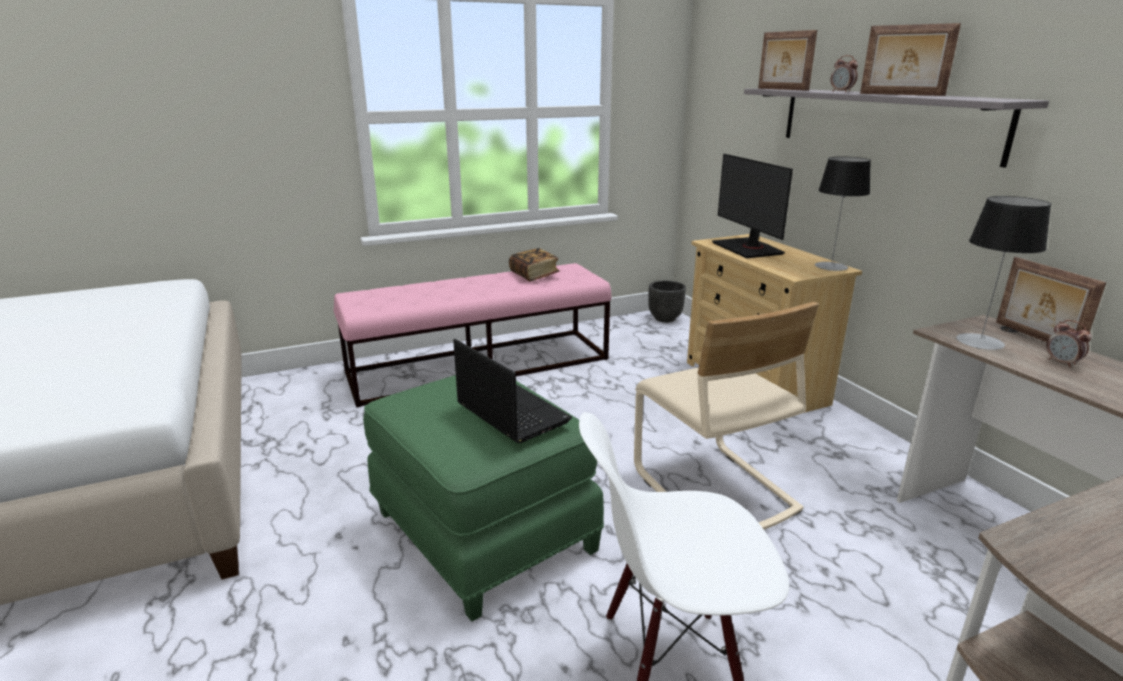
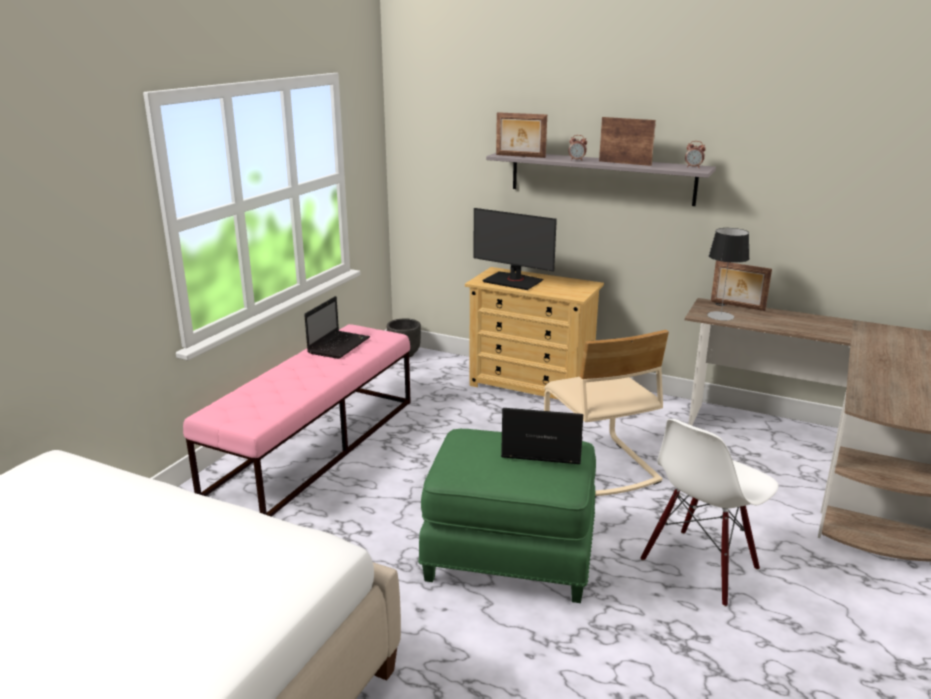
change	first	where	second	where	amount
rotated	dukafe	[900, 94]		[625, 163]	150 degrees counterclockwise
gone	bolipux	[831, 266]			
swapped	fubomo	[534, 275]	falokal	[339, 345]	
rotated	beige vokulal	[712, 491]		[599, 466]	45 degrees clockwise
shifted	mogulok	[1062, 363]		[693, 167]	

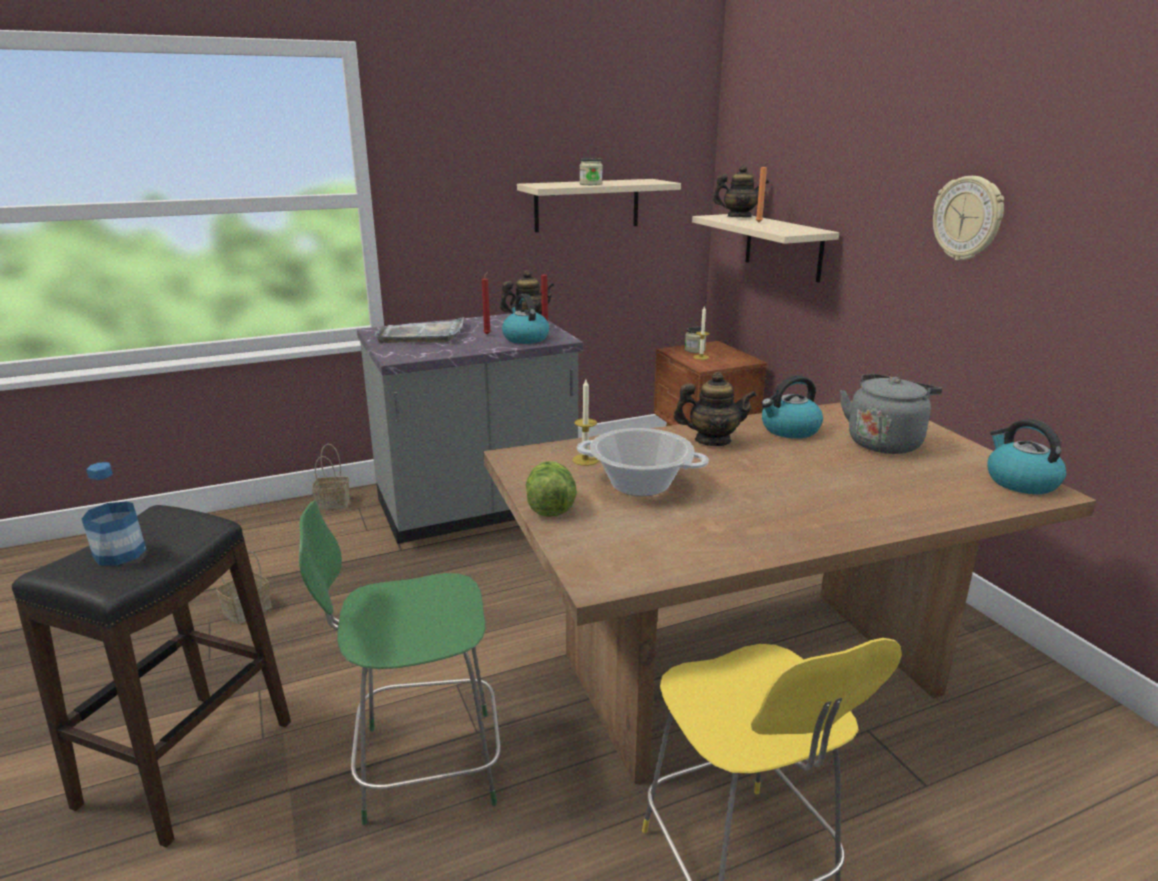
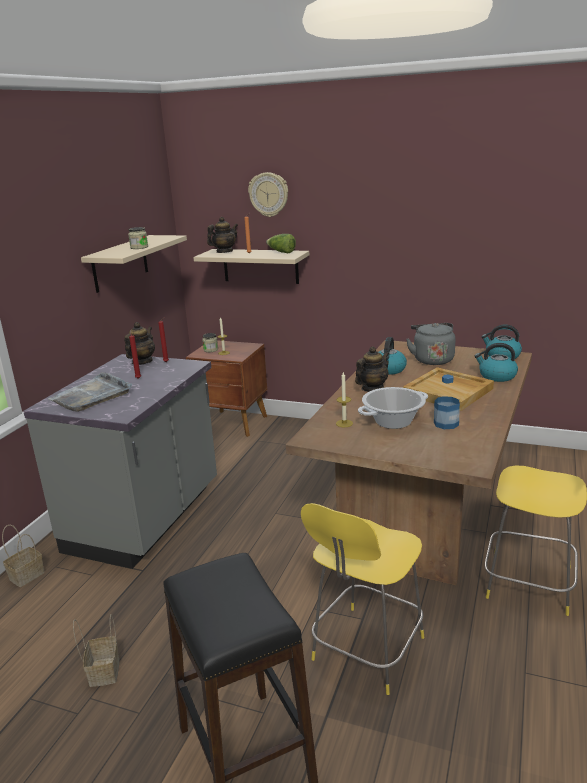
change	first	where	second	where	amount
shifted	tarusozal	[968, 218]		[269, 194]	
shifted	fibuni	[525, 338]		[496, 376]	
shifted	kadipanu	[549, 505]		[281, 252]	
shifted	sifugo	[120, 553]		[446, 424]	
repainted	green vokulal	[422, 765]	yellow vokulal	[366, 651]	
new			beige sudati	[449, 391]	

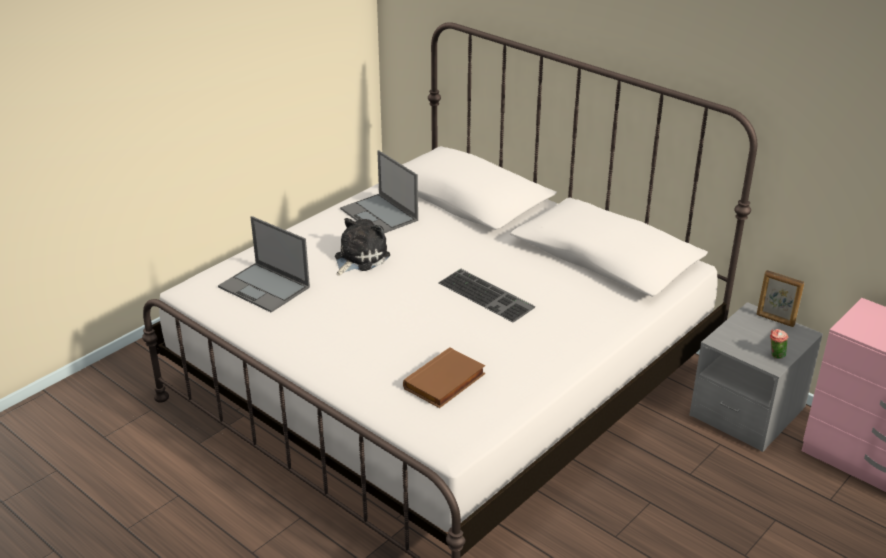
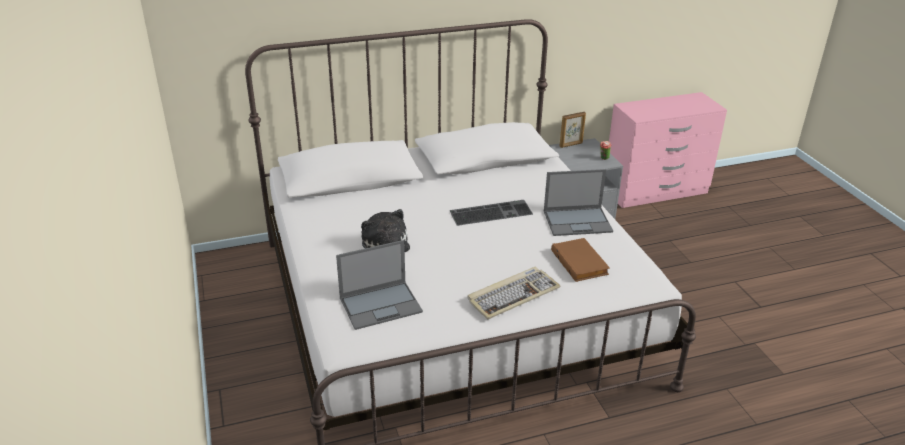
change	first	where	second	where	amount
shifted	falokal	[380, 215]		[578, 221]	
new			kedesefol	[513, 295]	

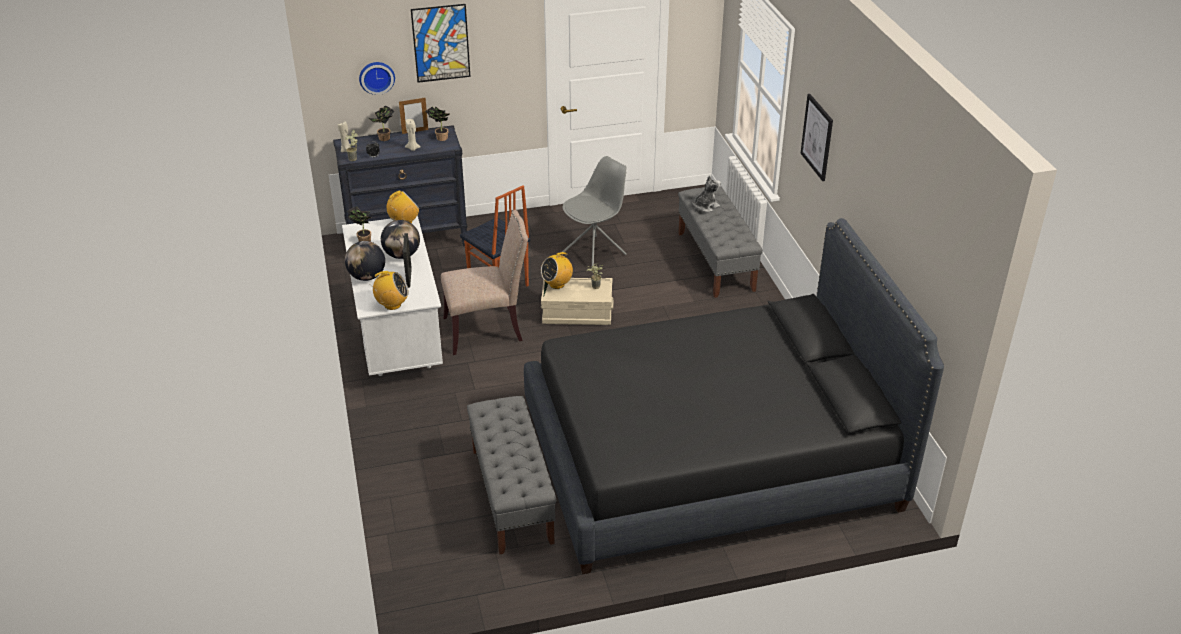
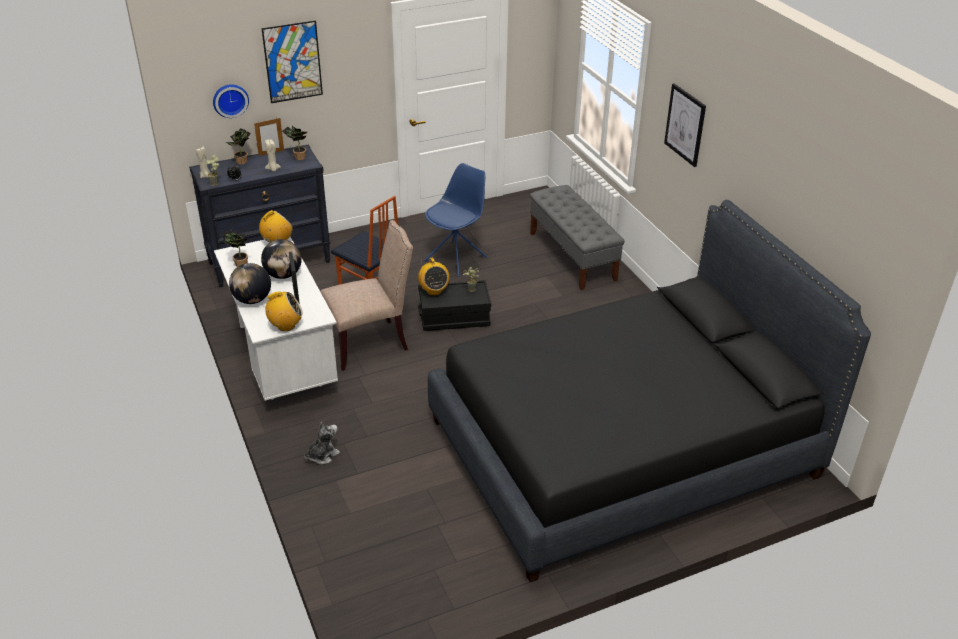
change	first	where	second	where	amount
repainted	grey vokulal	[595, 253]	blue vokulal	[456, 259]	
shifted	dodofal	[705, 206]		[323, 455]	
rotated	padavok	[557, 284]		[434, 291]	60 degrees counterclockwise
repainted	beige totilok	[577, 313]	black totilok	[454, 317]	
gone	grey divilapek	[512, 496]			

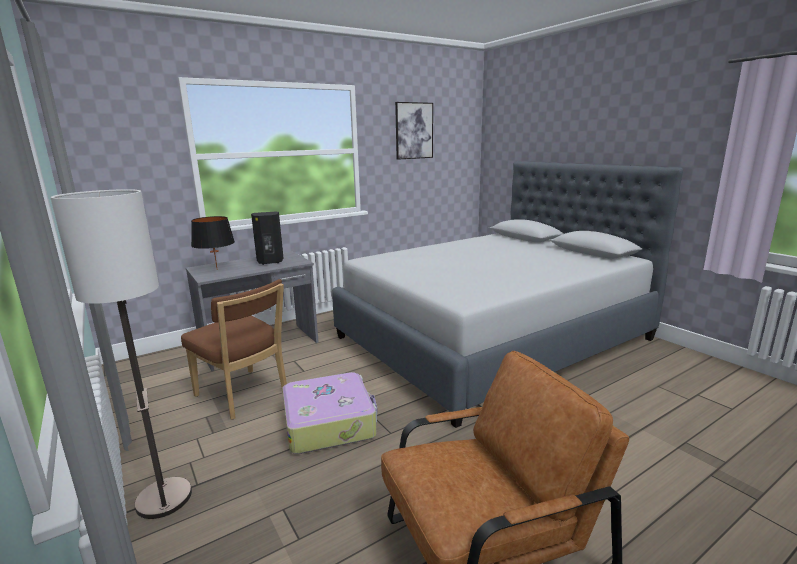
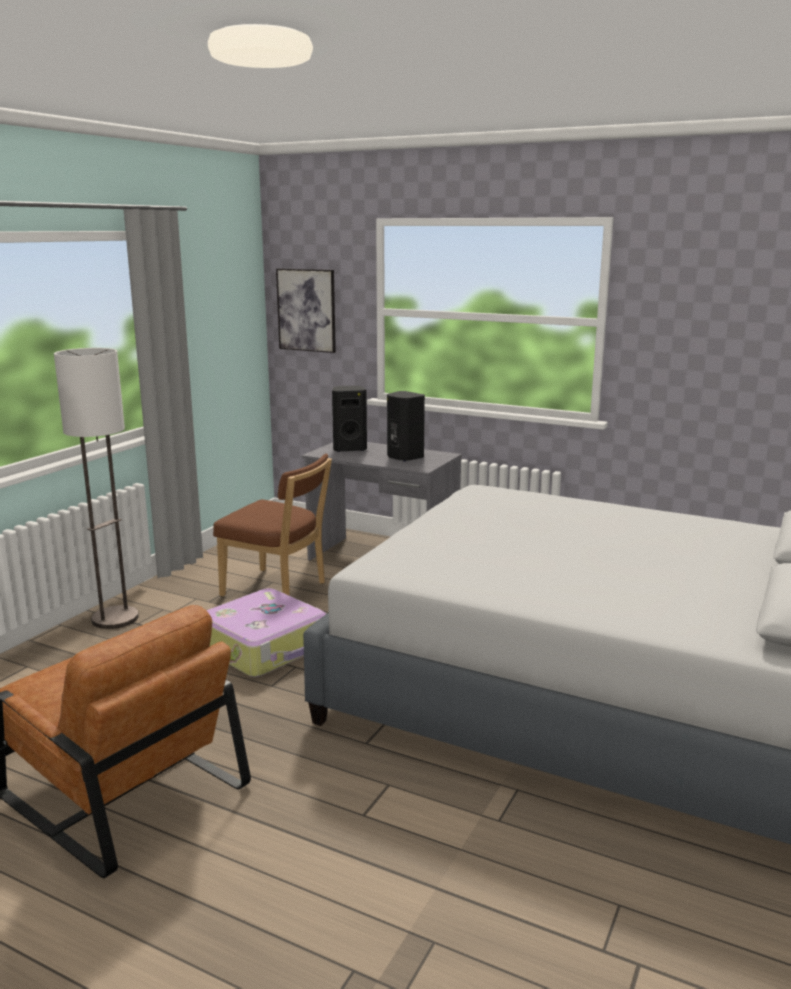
change	first	where	second	where	amount
shifted	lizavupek	[414, 131]		[306, 310]	
swapped	black bolipux	[217, 269]	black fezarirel	[349, 449]	
rotated	brown vokulal	[244, 395]		[278, 590]	75 degrees counterclockwise

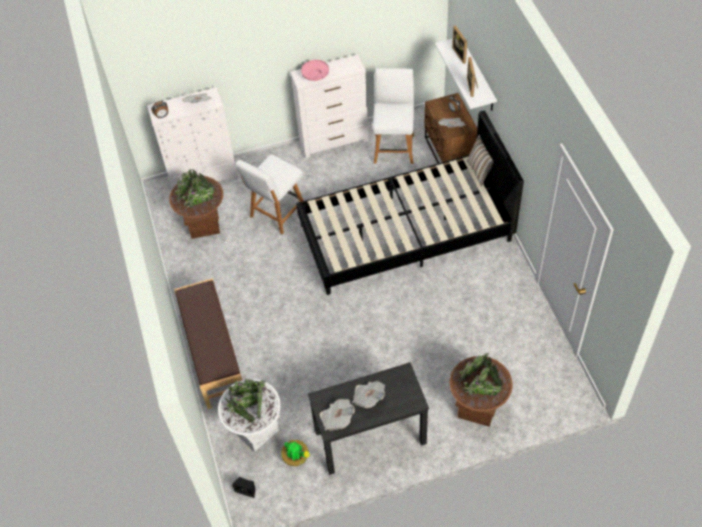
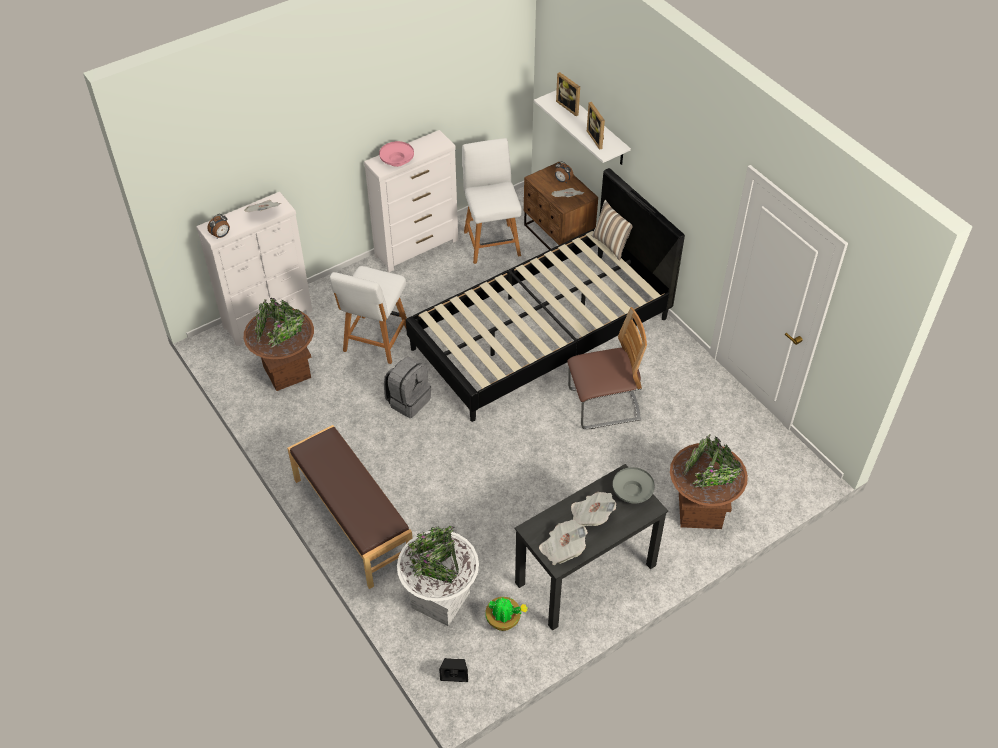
change	first	where	second	where	amount
new			vokulal	[603, 405]	
new			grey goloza	[408, 400]	
new			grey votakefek	[632, 491]	

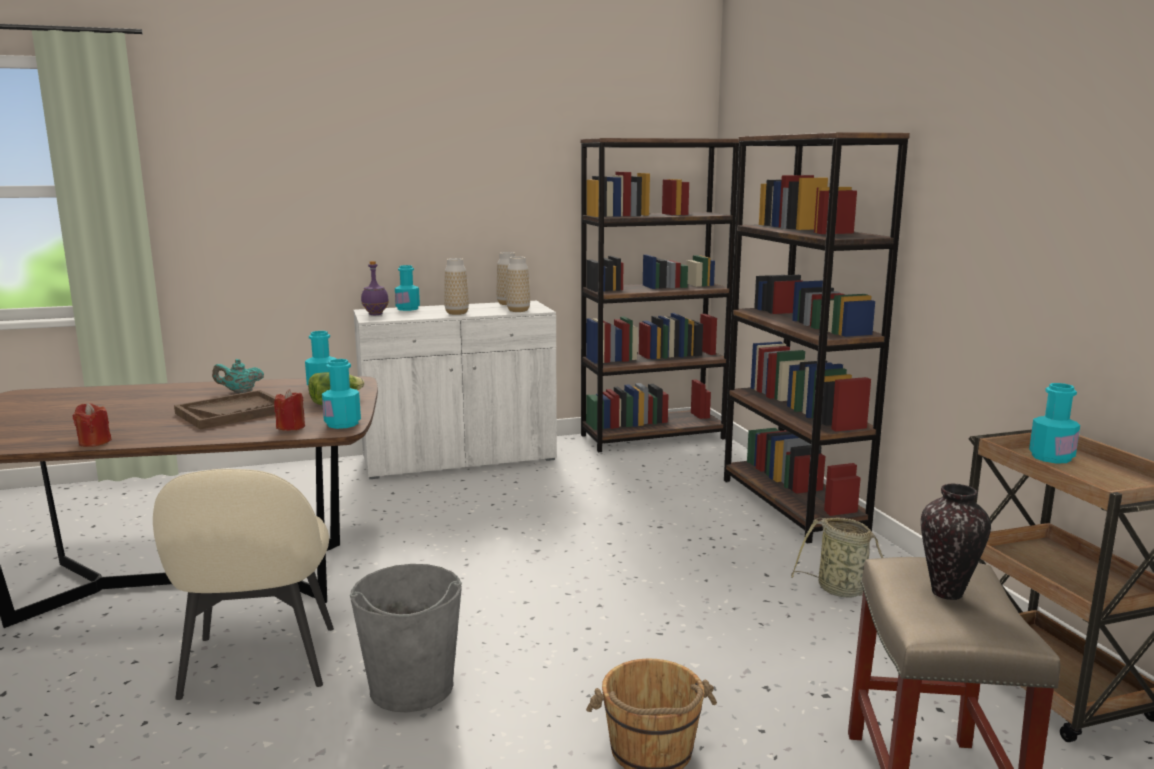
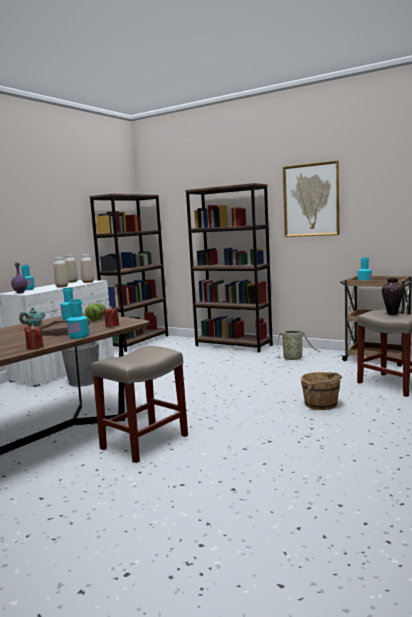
change	first	where	second	where	amount
shifted	turquoise sifugo	[342, 424]		[79, 336]	
swapped	beige vokulal	[258, 664]	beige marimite	[144, 442]	
shifted	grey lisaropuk	[411, 687]		[83, 381]	
new			lizavupek	[311, 200]	

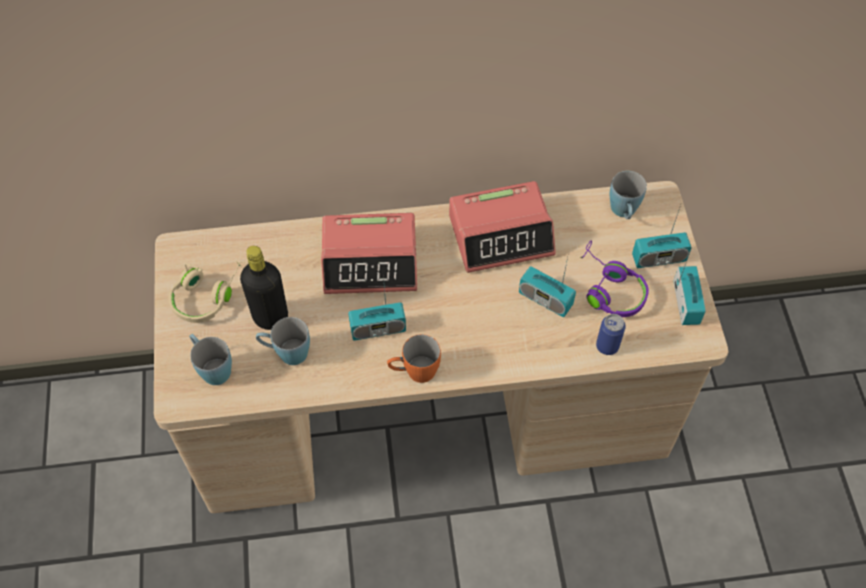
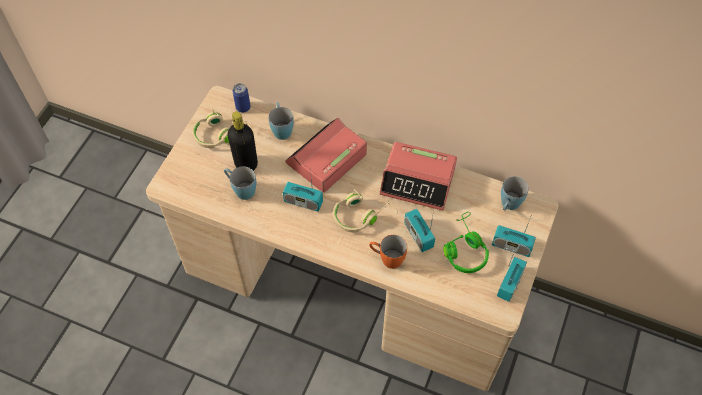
change	first	where	second	where	amount
rotated	mogulok	[371, 261]		[326, 159]	105 degrees clockwise
repainted	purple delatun	[608, 289]	green delatun	[464, 249]	
shifted	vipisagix	[607, 346]		[243, 107]	
shifted	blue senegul	[212, 368]		[281, 128]	
shifted	orange senegul	[414, 372]		[387, 258]	
new			beige delatun	[361, 215]	

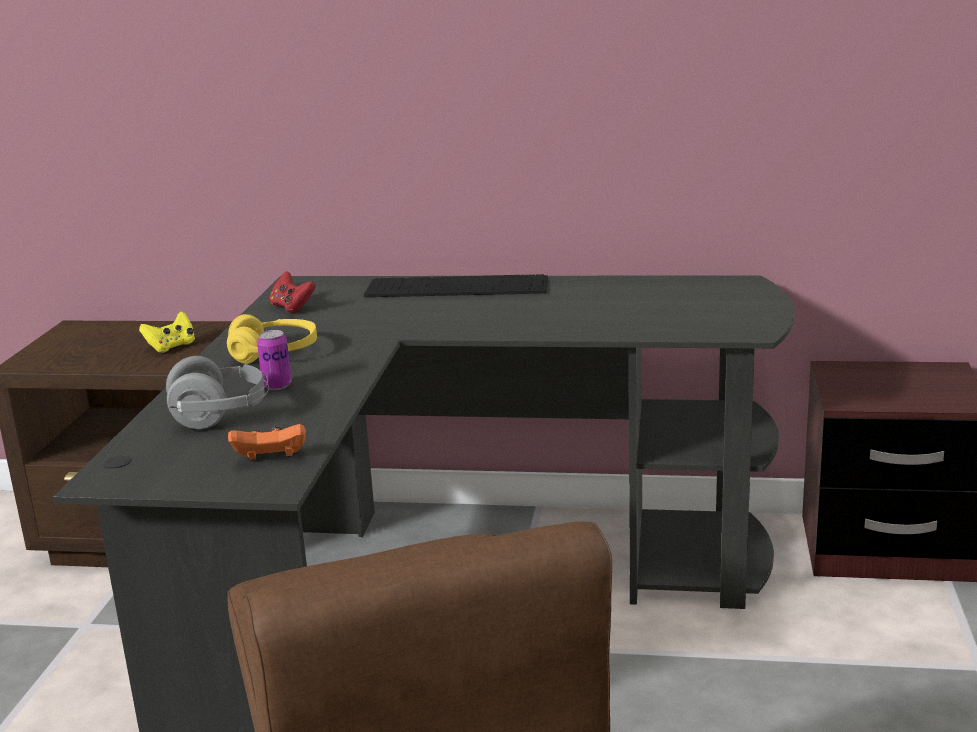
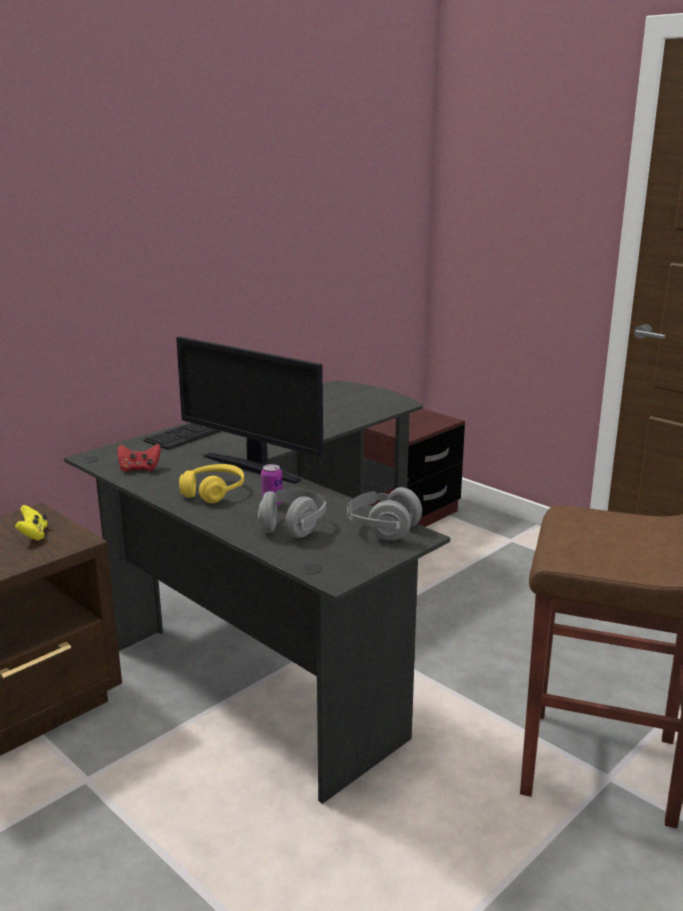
change	first	where	second	where	amount
swapped	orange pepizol	[271, 459]	grey delatun	[382, 529]	
new			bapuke	[253, 467]	

